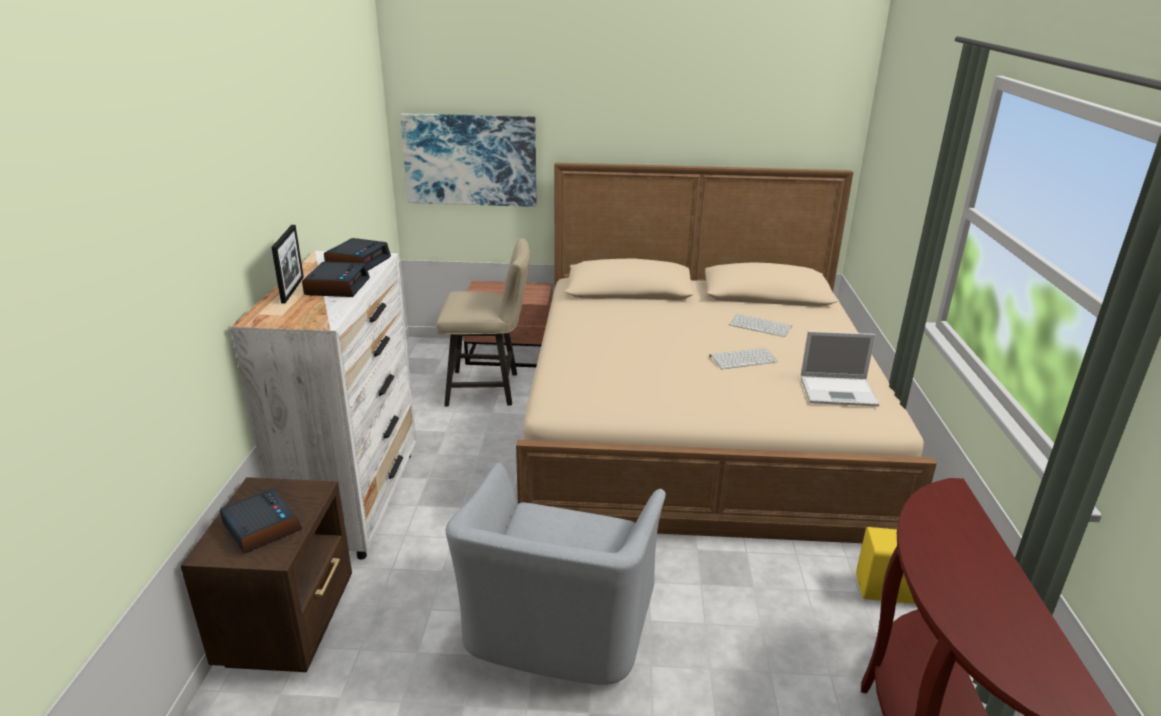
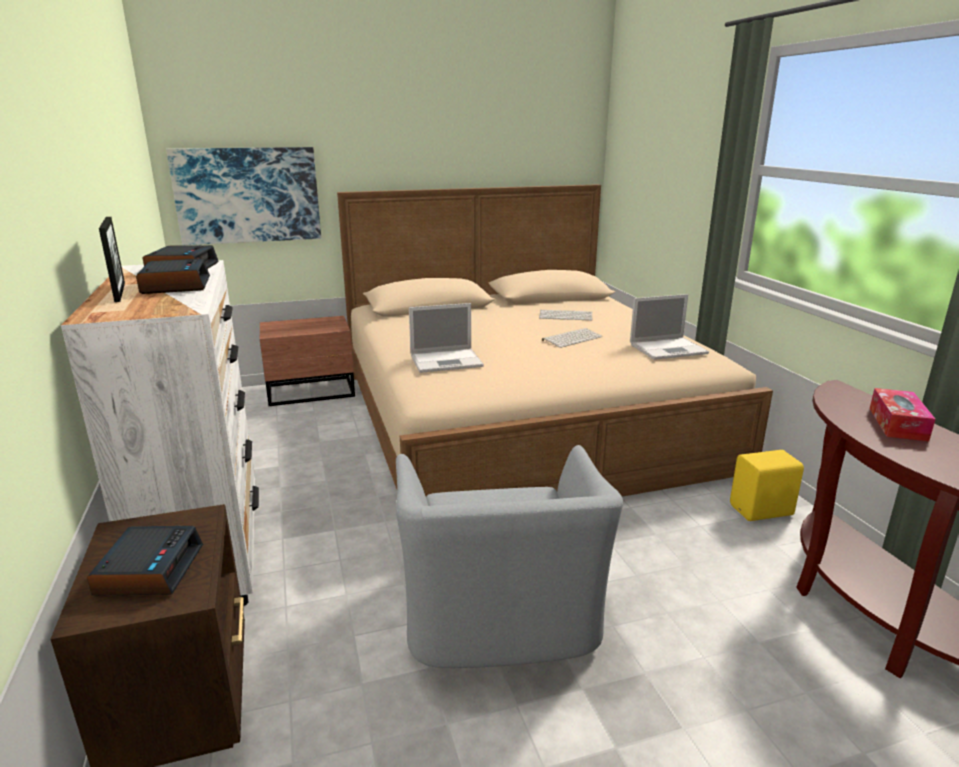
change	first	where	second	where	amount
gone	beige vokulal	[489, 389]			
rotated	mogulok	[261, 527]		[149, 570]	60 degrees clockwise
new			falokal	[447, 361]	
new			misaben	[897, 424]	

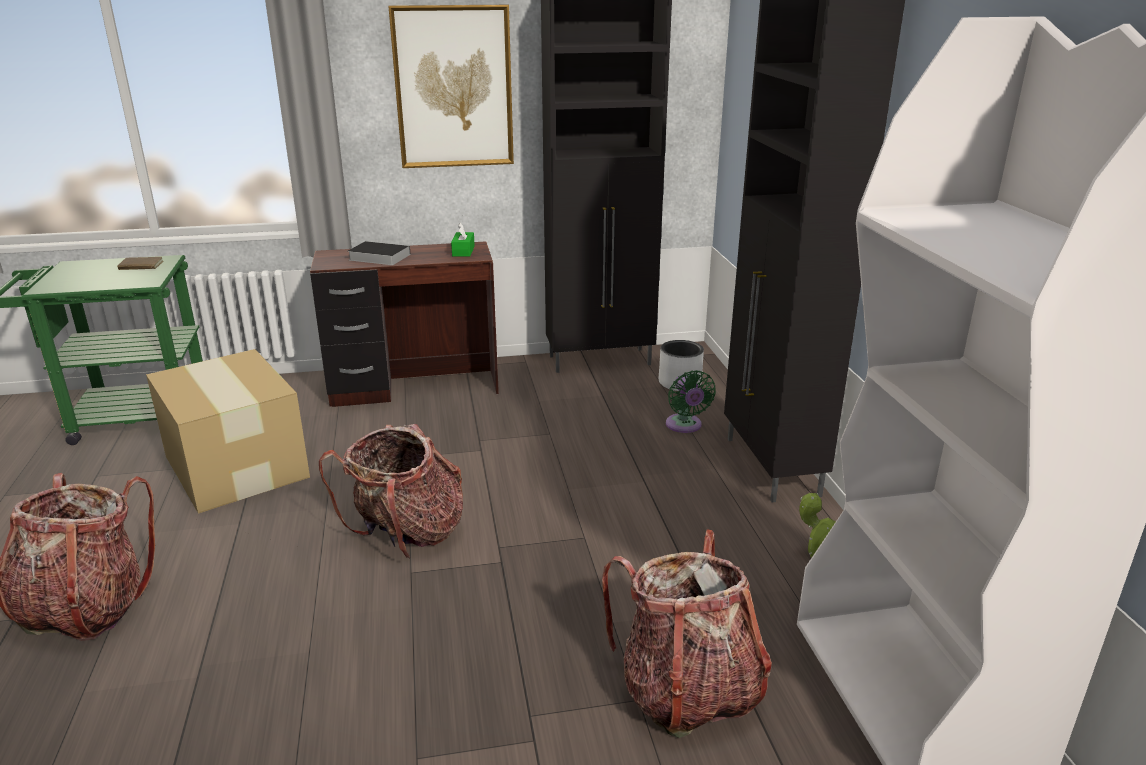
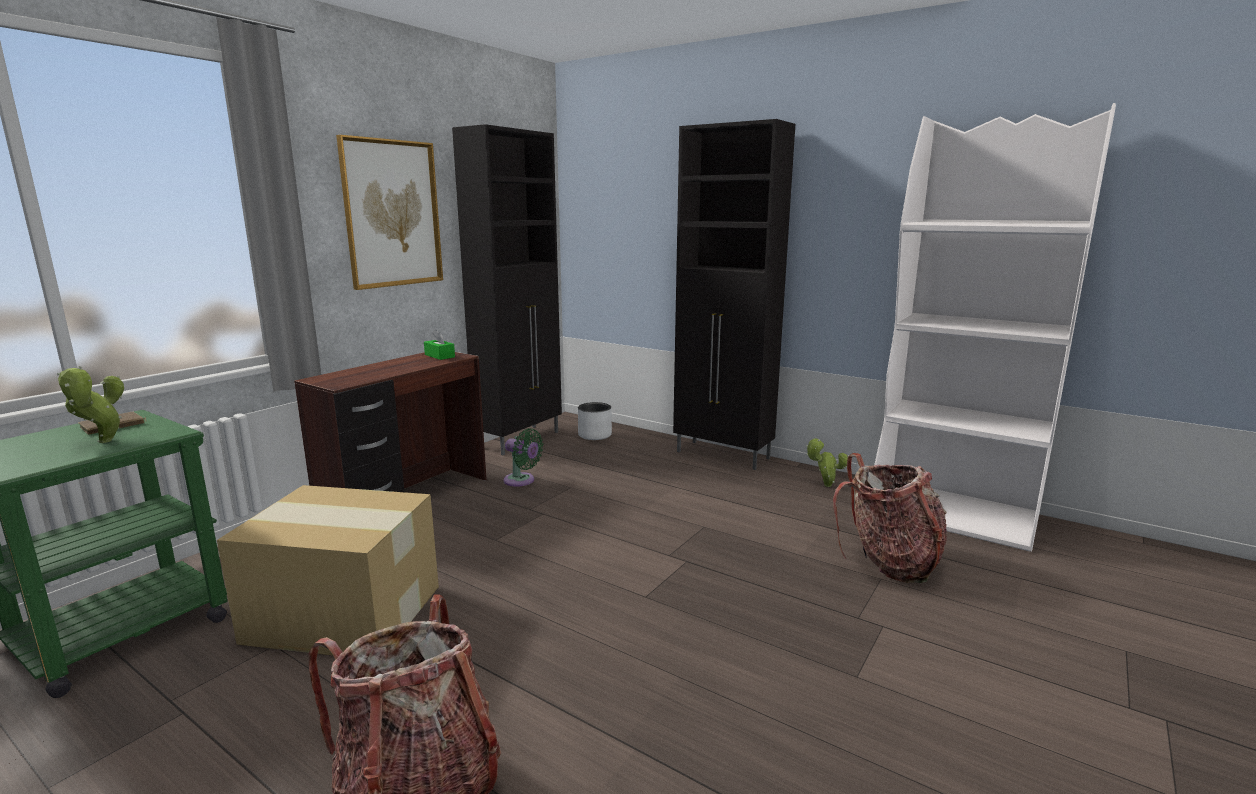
change	first	where	second	where	amount
gone	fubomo	[377, 257]			
shifted	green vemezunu	[685, 426]		[521, 481]	
gone	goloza	[407, 535]			
new			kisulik	[103, 442]	

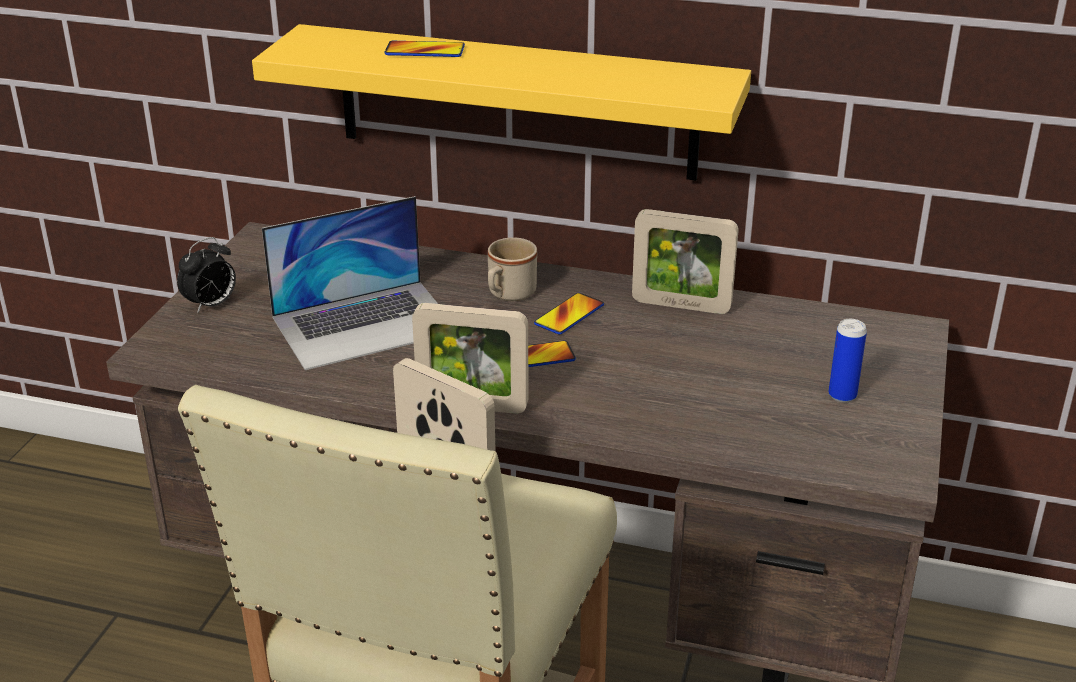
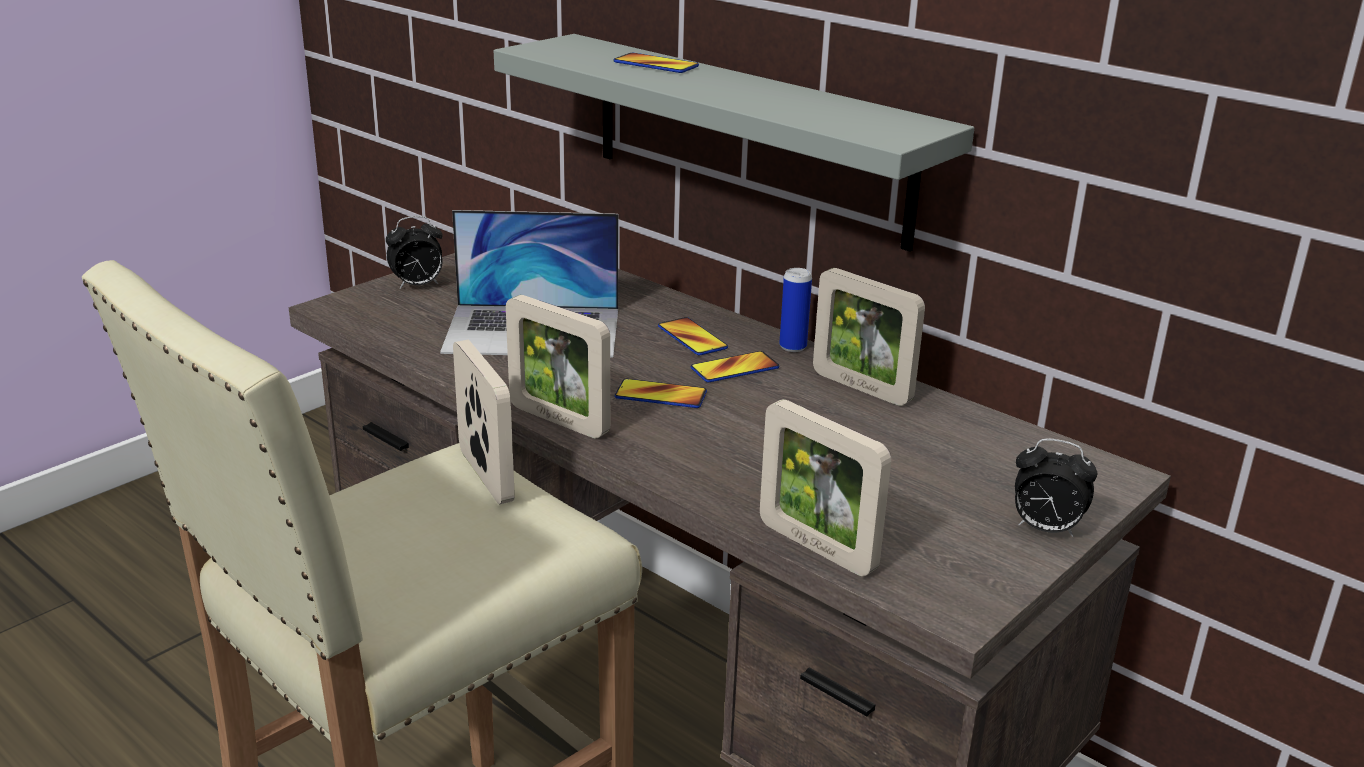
change	first	where	second	where	amount
repainted	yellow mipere	[516, 102]	grey mipere	[748, 138]	
swapped	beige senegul	[508, 295]	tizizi	[692, 338]	
shifted	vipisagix	[842, 395]		[793, 347]	
new			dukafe	[816, 547]	
new			mogulok	[1044, 529]	

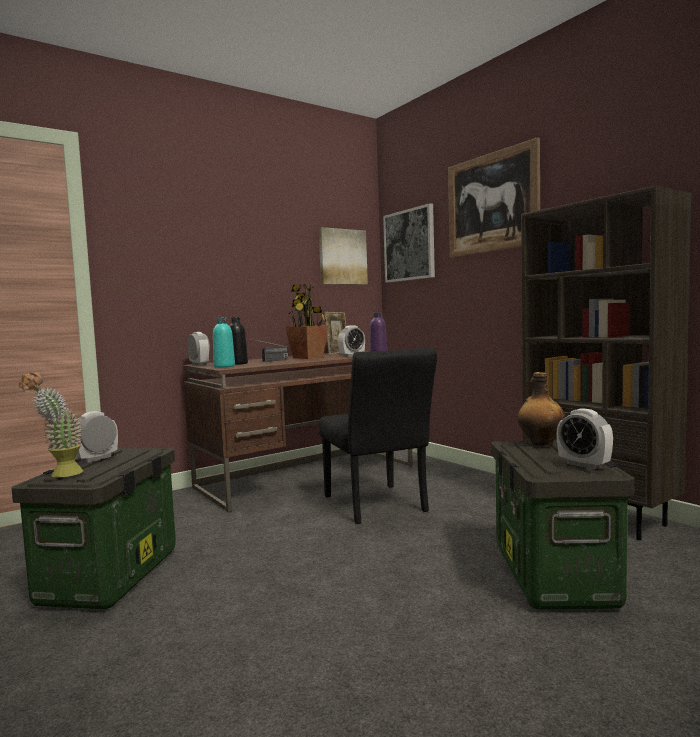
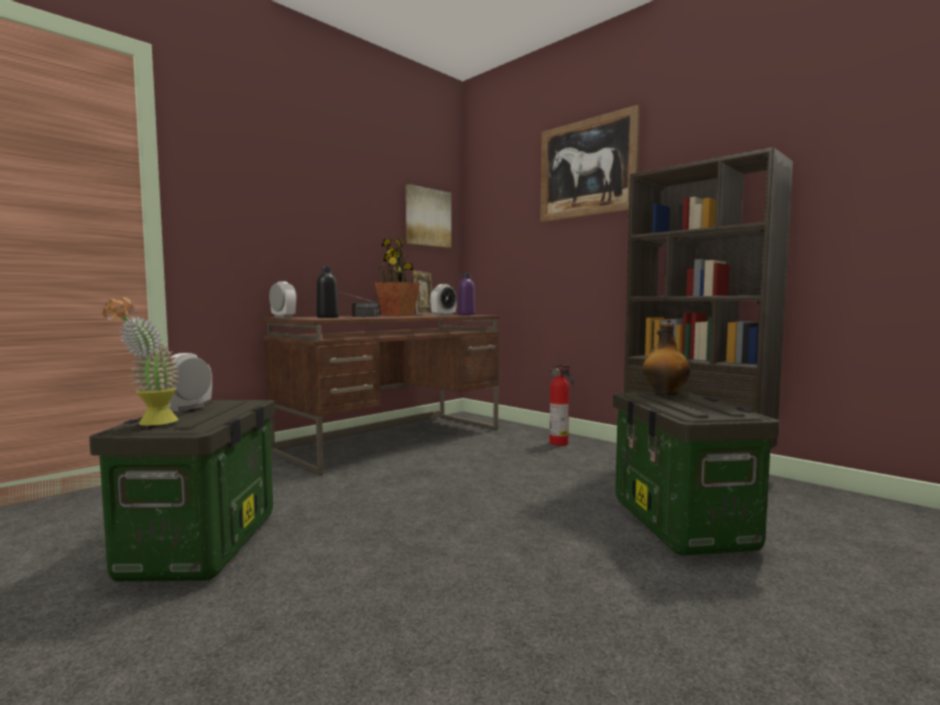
change	first	where	second	where	amount
gone	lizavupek	[409, 245]			
gone	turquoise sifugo	[224, 366]			
gone	black vokulal	[378, 506]			
gone	mogulok	[584, 465]			
new			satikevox	[560, 443]	

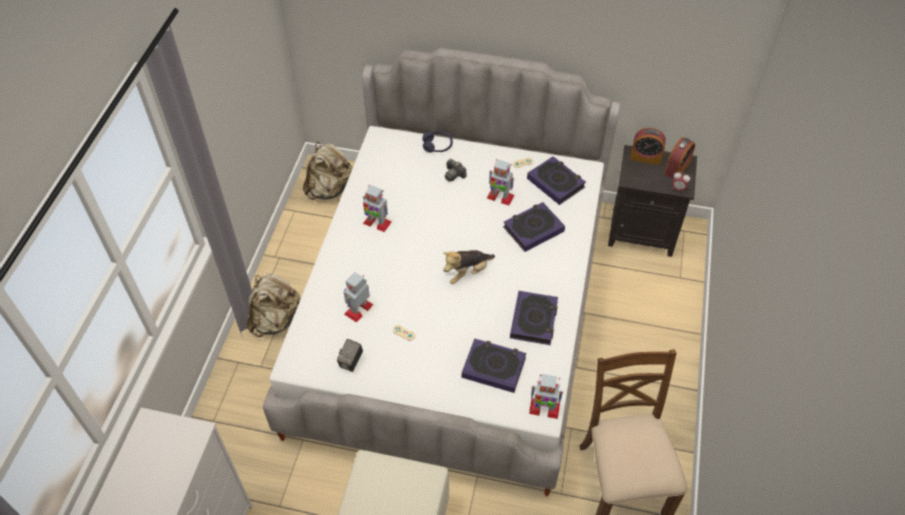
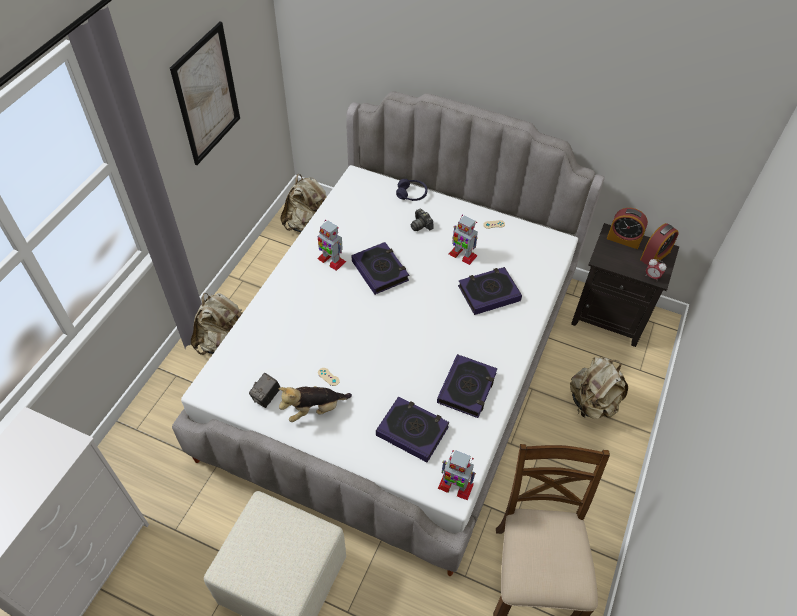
change	first	where	second	where	amount
shifted	fubomo	[556, 183]		[380, 271]	
shifted	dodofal	[467, 272]		[314, 409]	
gone	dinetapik	[358, 309]			
new			lizavupek	[207, 95]	
new			beige goloza	[592, 403]	

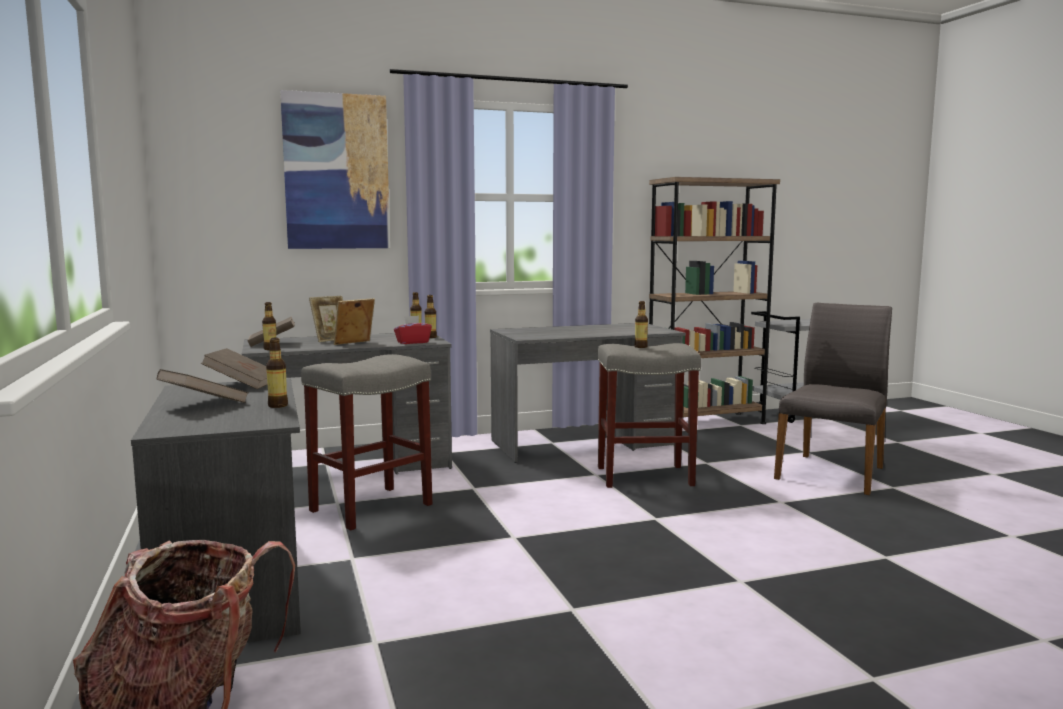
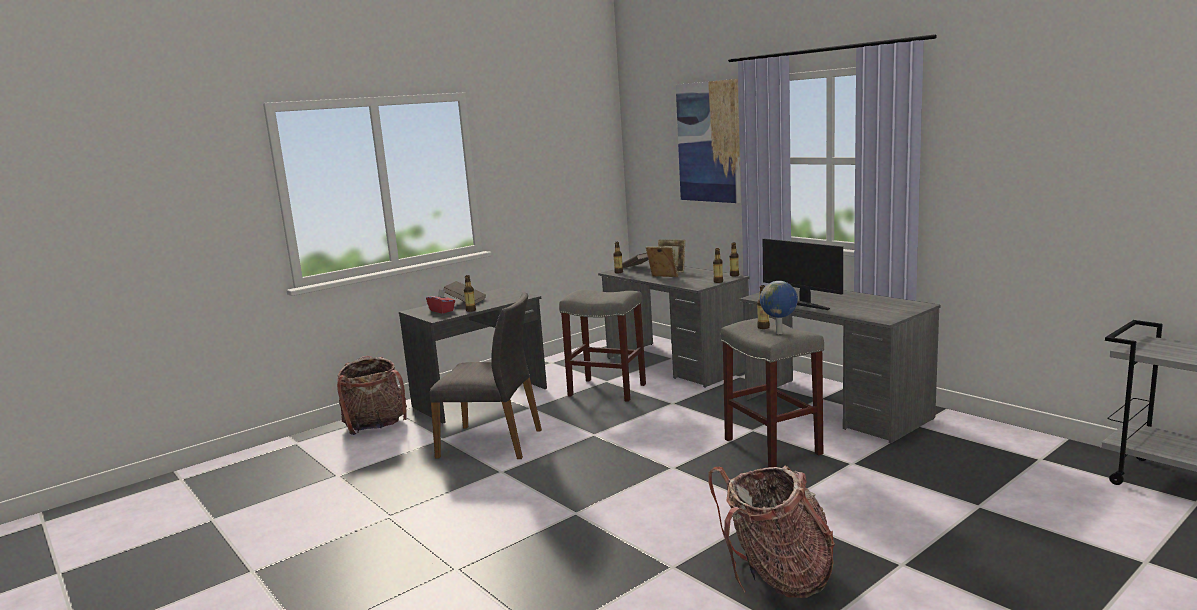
change	first	where	second	where	amount
gone	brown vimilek	[705, 422]			
shifted	grey vokulal	[832, 473]		[492, 442]	
shifted	red misaben	[412, 342]		[442, 311]	
gone	brown fubomo	[242, 384]			
new			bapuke	[803, 304]	
new			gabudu	[779, 333]	
new			goloza	[777, 577]	

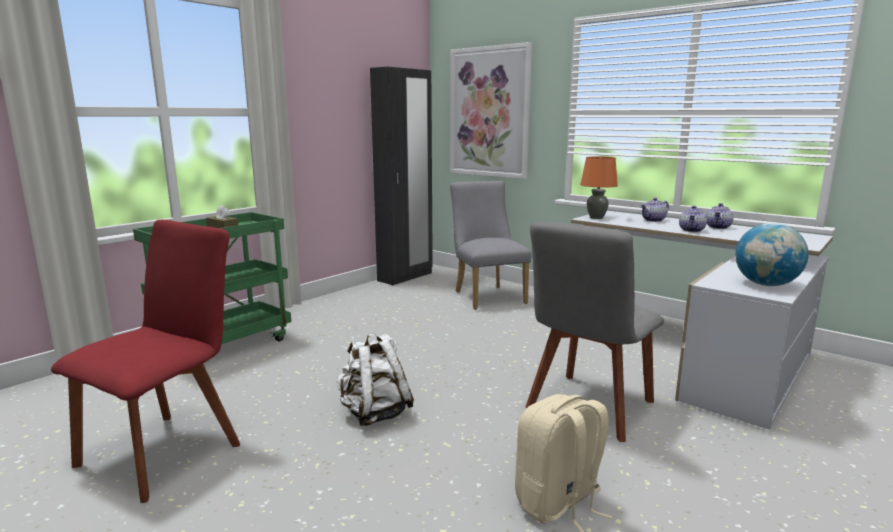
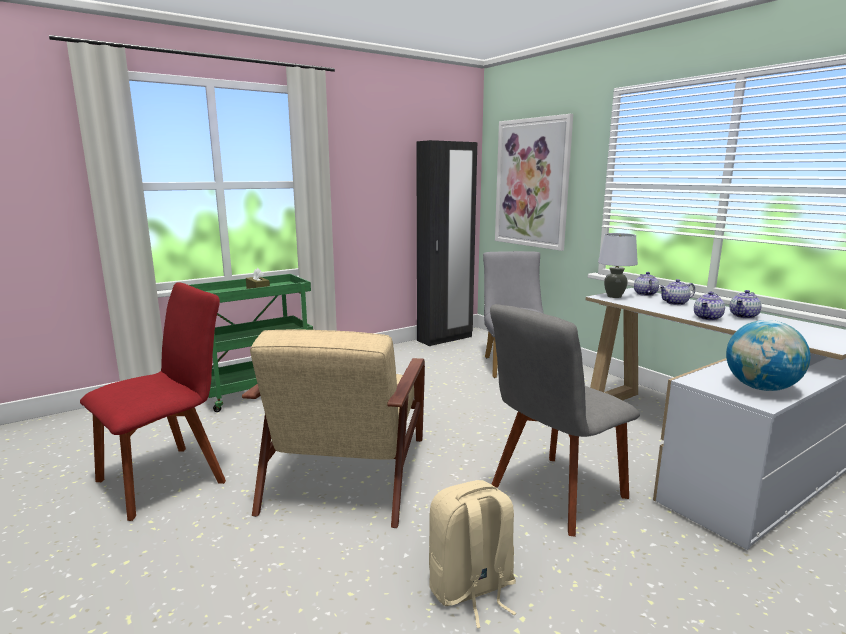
change	first	where	second	where	amount
repainted	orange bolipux	[596, 217]	grey bolipux	[614, 296]	
swapped	white goloza	[374, 413]	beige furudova	[348, 470]	
new			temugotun	[644, 294]	

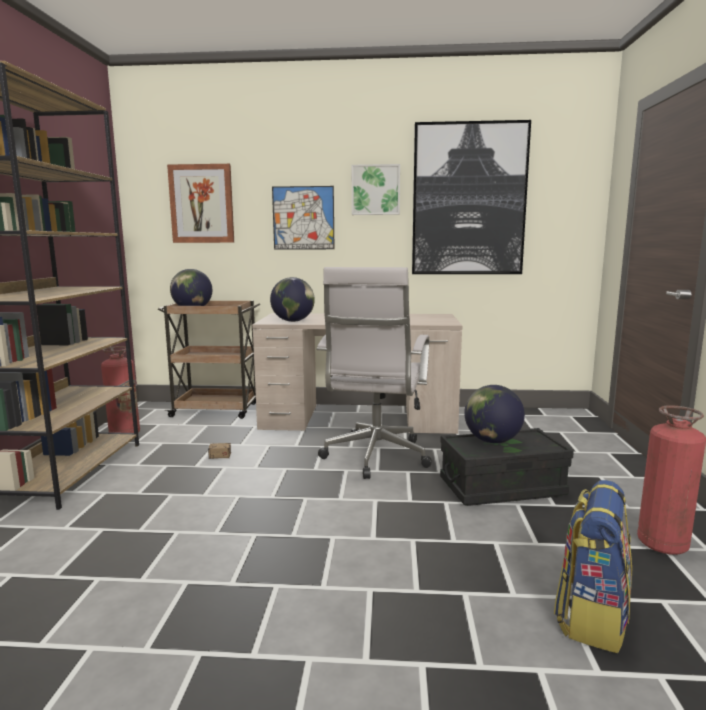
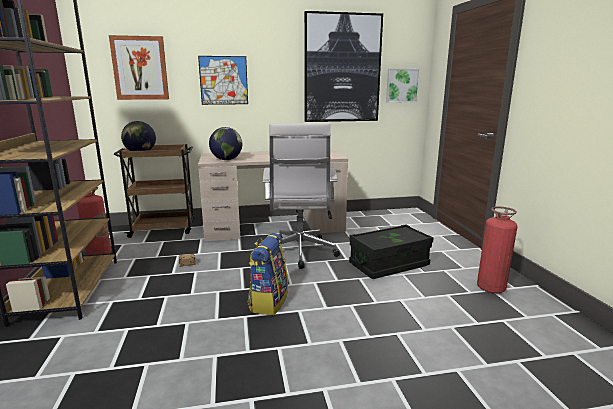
change	first	where	second	where	amount
shifted	lizavupek	[375, 190]		[402, 85]	
gone	gabudu	[492, 441]			
shifted	goloza	[591, 616]		[268, 302]	

